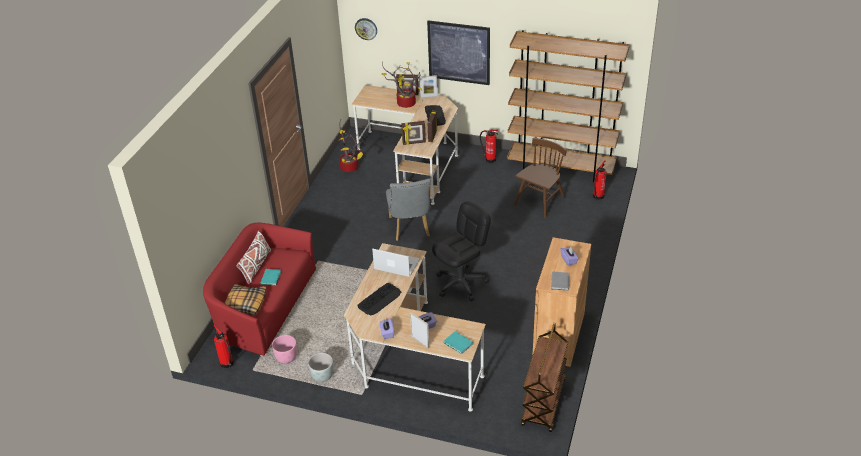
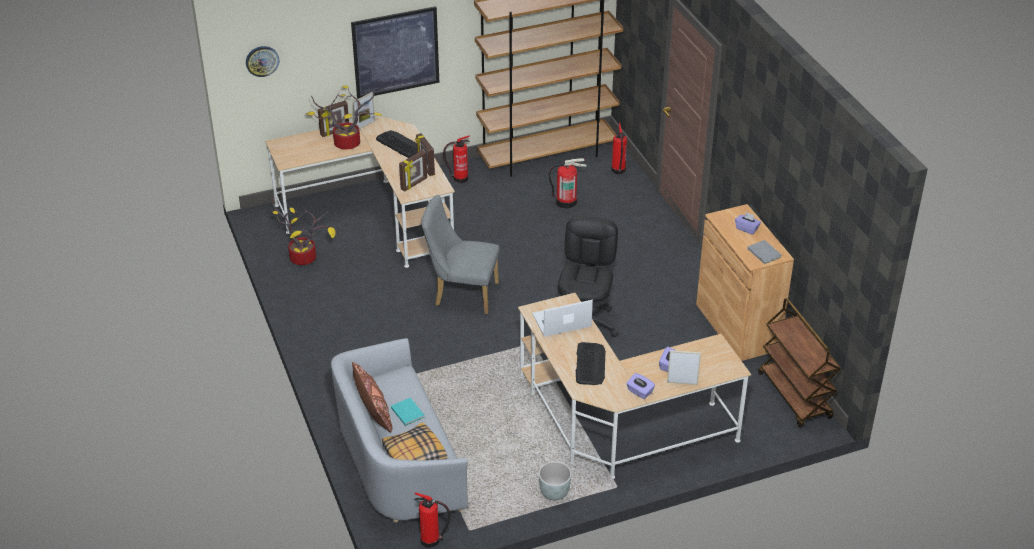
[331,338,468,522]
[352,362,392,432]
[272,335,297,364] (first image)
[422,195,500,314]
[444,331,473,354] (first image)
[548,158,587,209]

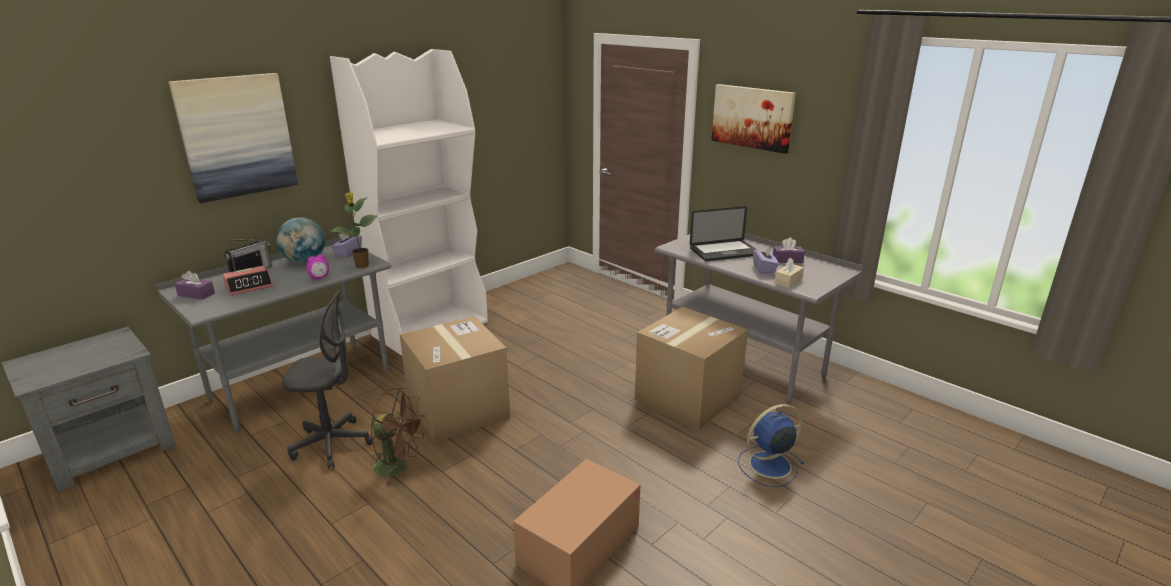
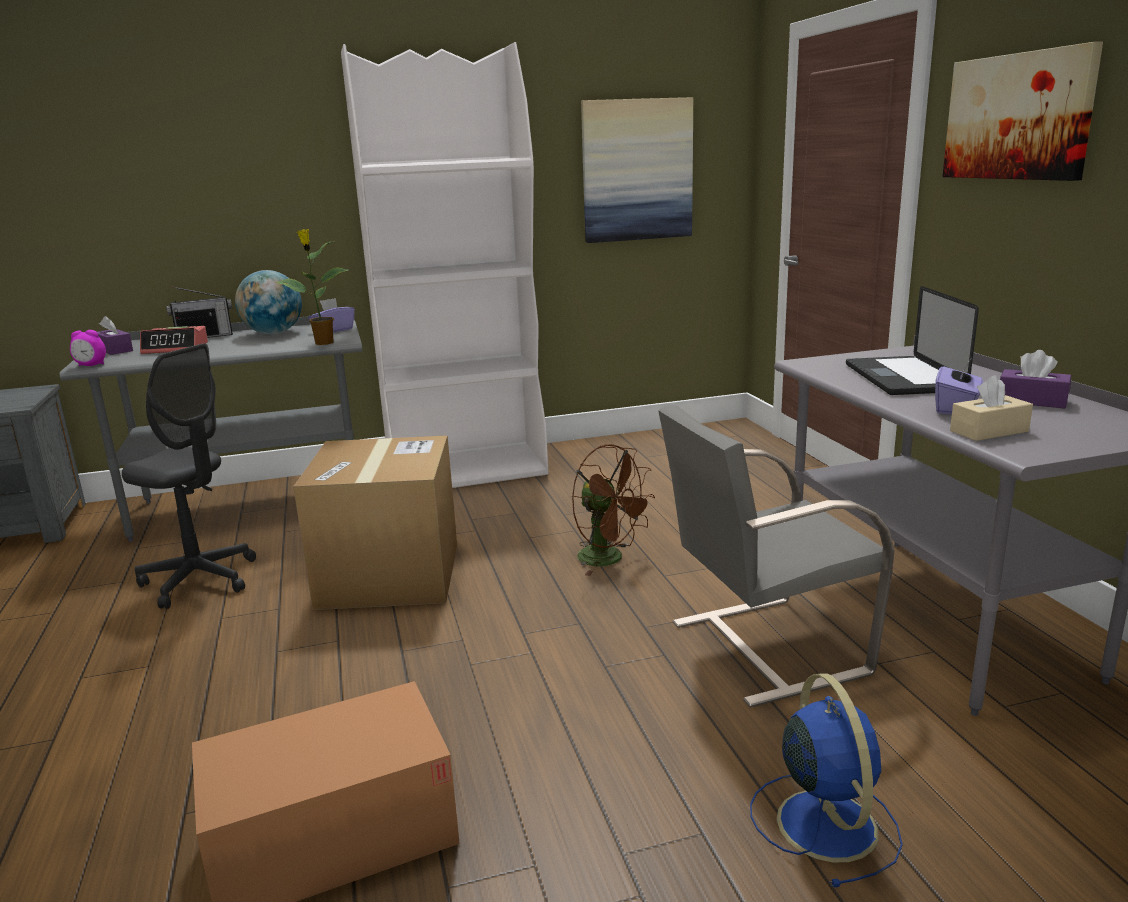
[581,97,693,243]
[70,330,106,366]
[572,444,655,576]
[658,405,895,708]
[846,286,979,395]
[750,673,903,888]

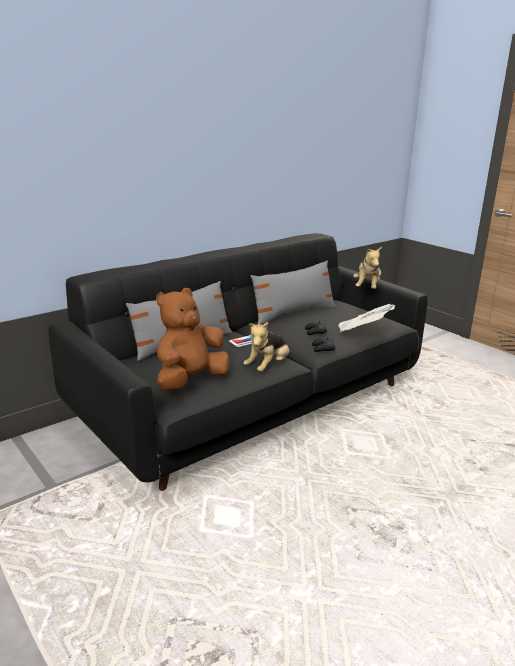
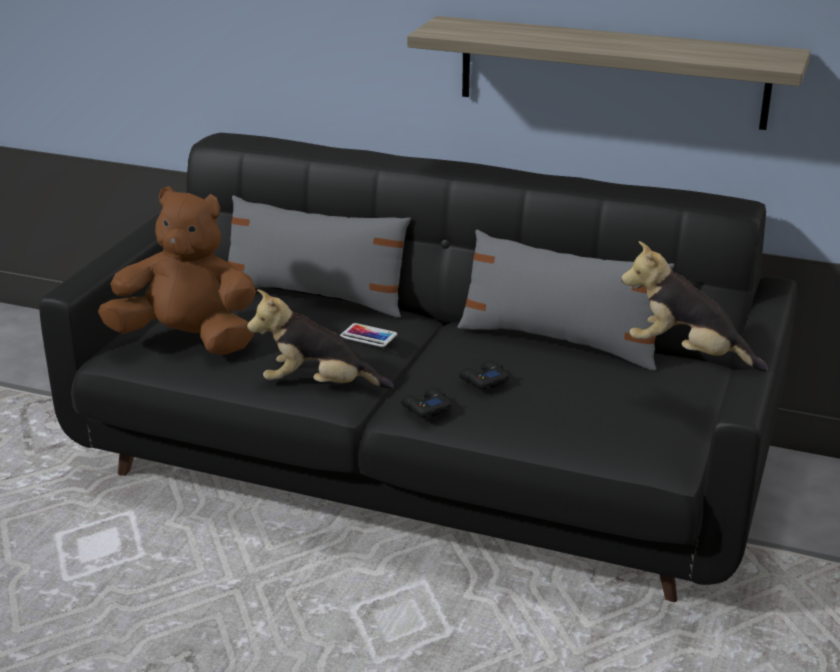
[339,304,395,332] (first image)
[621,241,768,372]
[407,16,811,130]

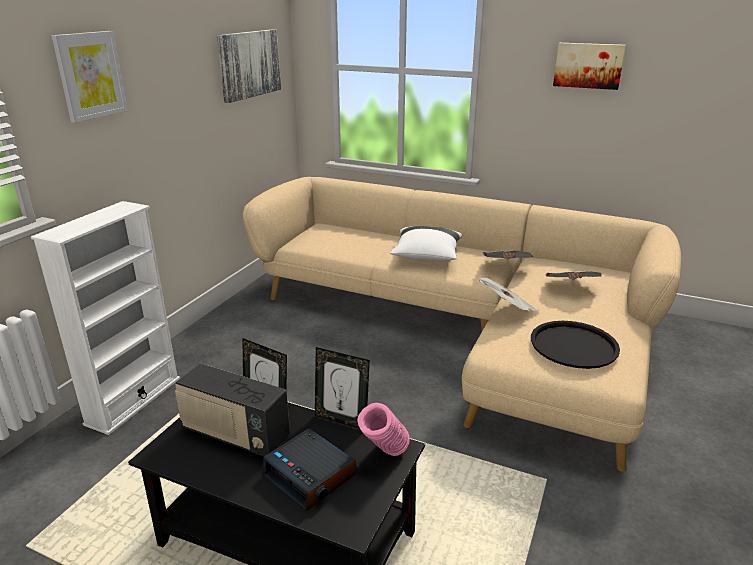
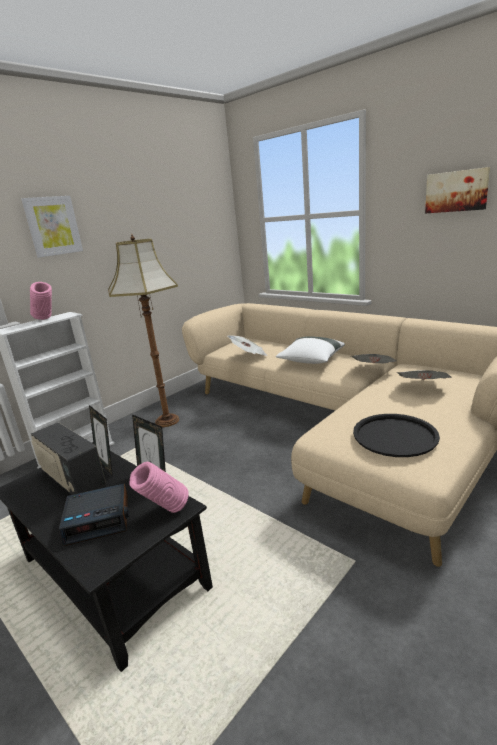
[217,29,281,103] (first image)
[59,483,129,546]
[227,335,268,356]
[30,282,52,320]
[108,234,179,427]

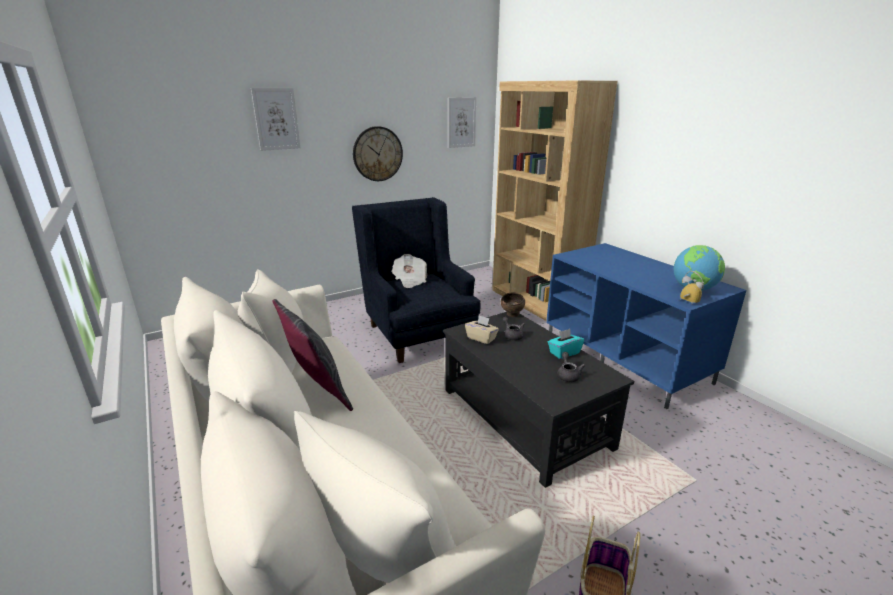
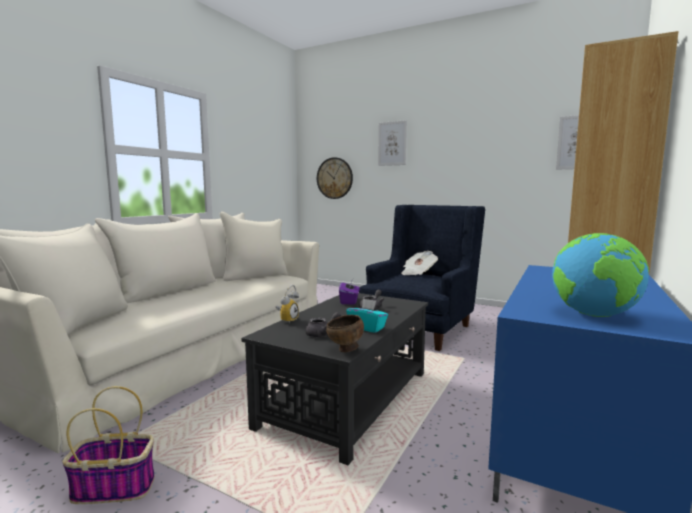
[272,299,353,411] (first image)
[317,157,353,199]
[339,279,360,305]
[326,315,364,352]
[275,285,299,323]

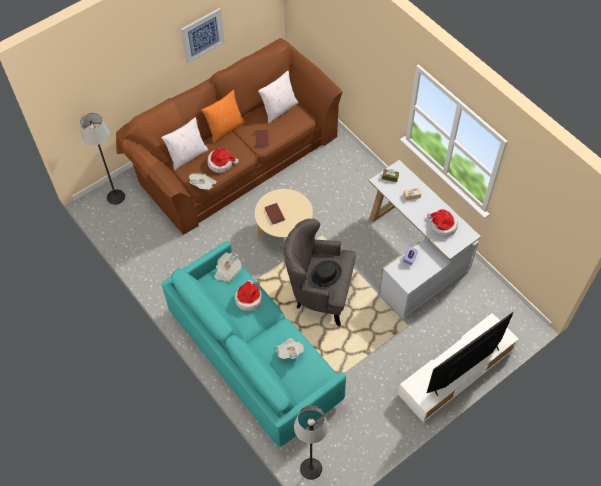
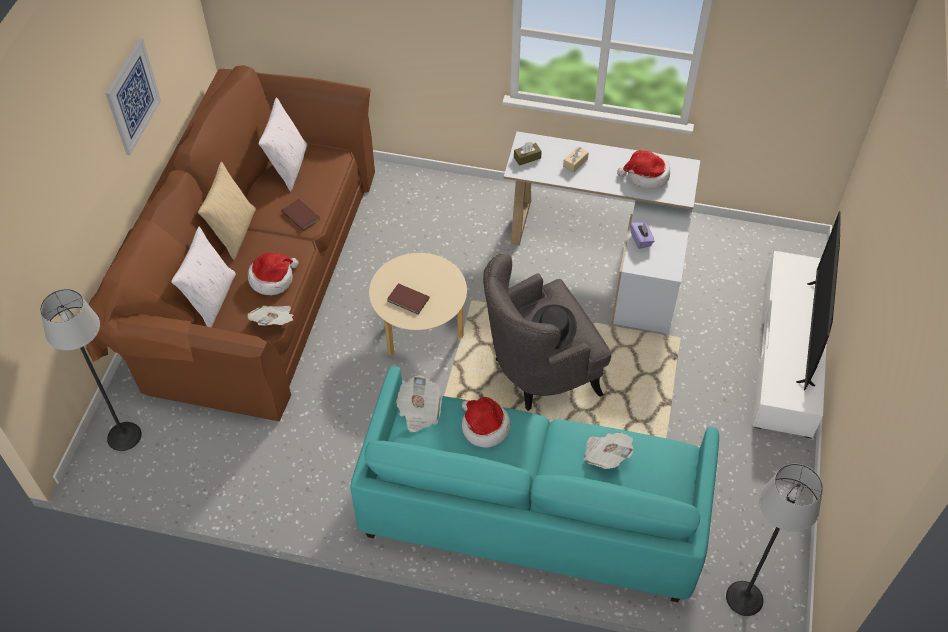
[198,162,256,260]

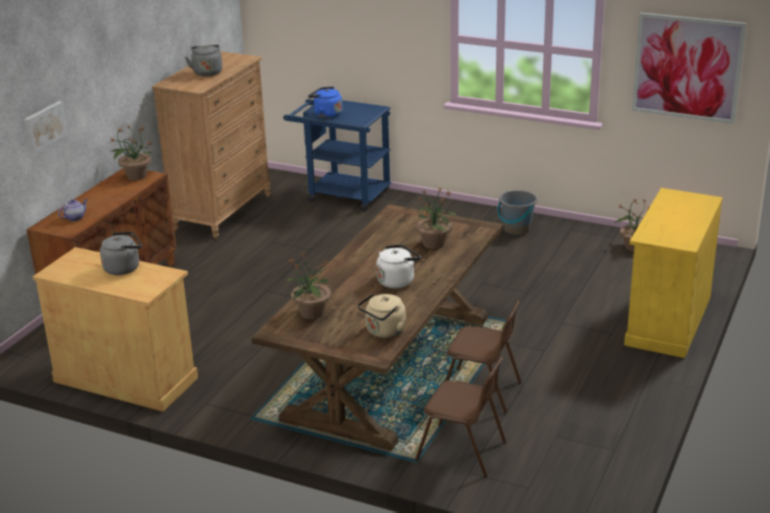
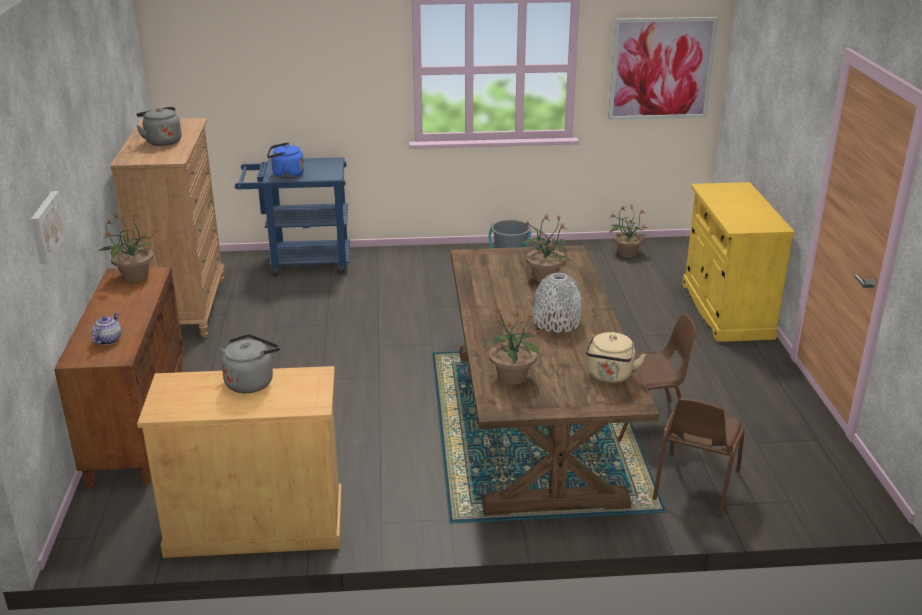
[533,273,582,333]
[653,398,745,518]

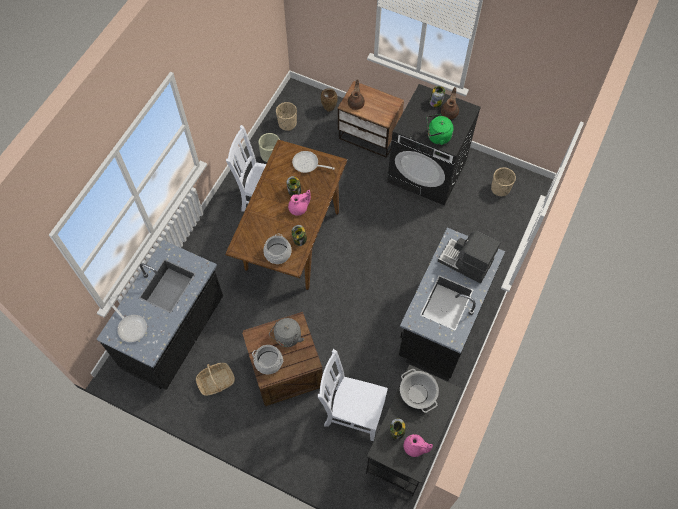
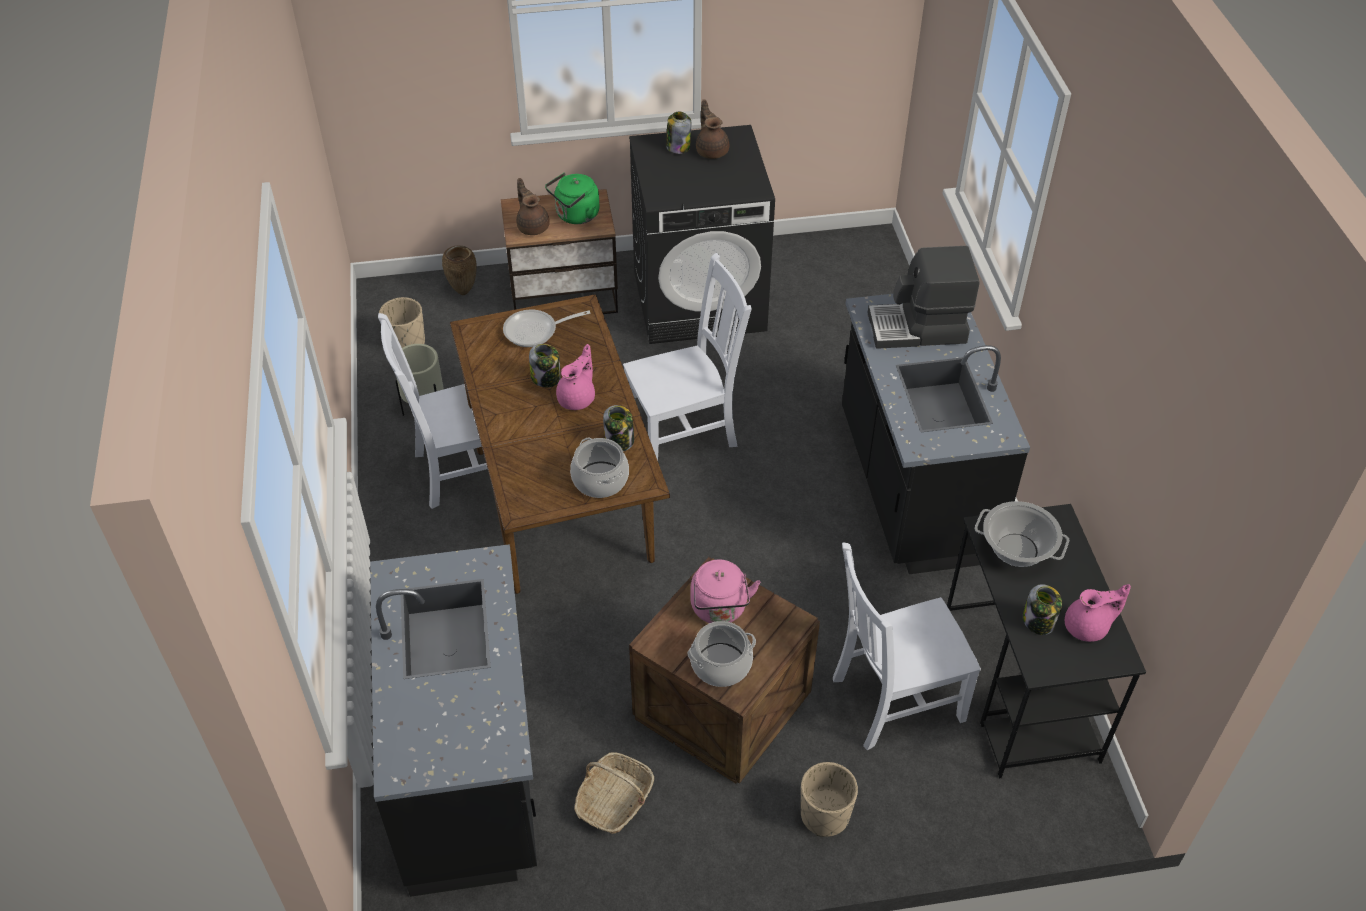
[110,303,147,342] (first image)
[691,560,760,623]
[545,173,600,224]
[801,762,858,837]
[623,253,751,460]

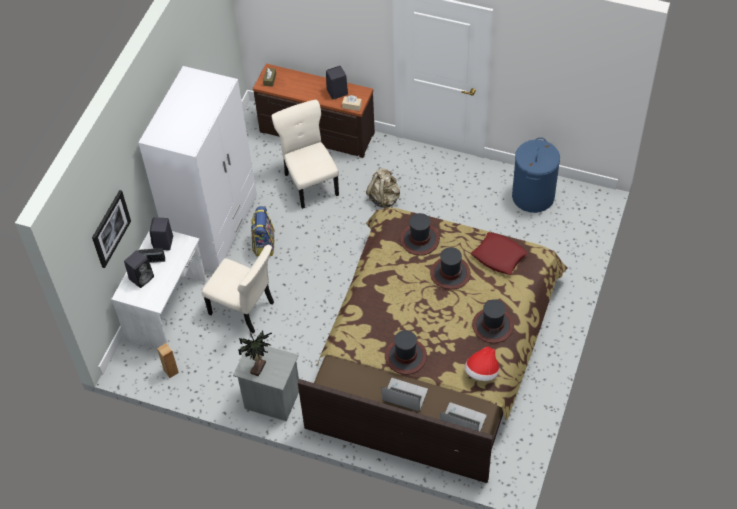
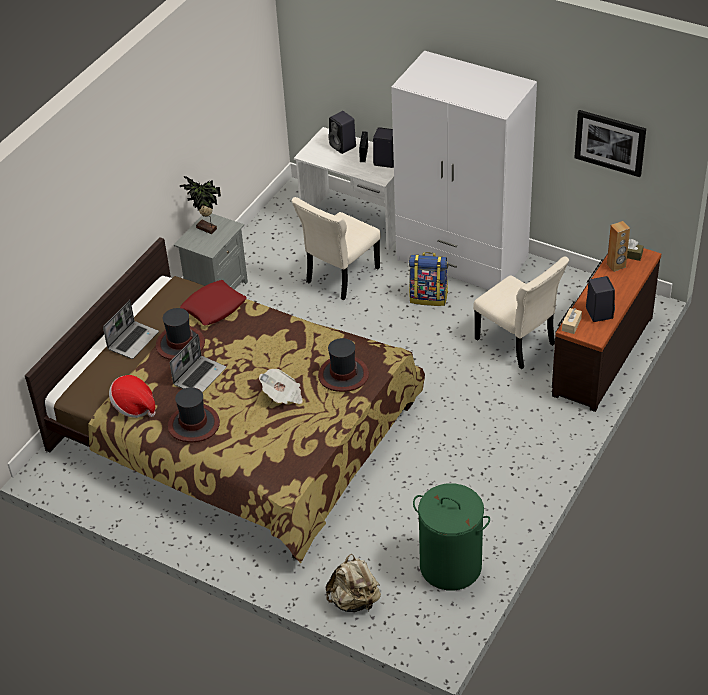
[574,110,646,177]
[607,221,630,272]
[473,256,569,369]
[325,554,381,612]
[259,369,303,404]
[170,334,226,393]
[180,280,246,326]
[413,483,490,590]

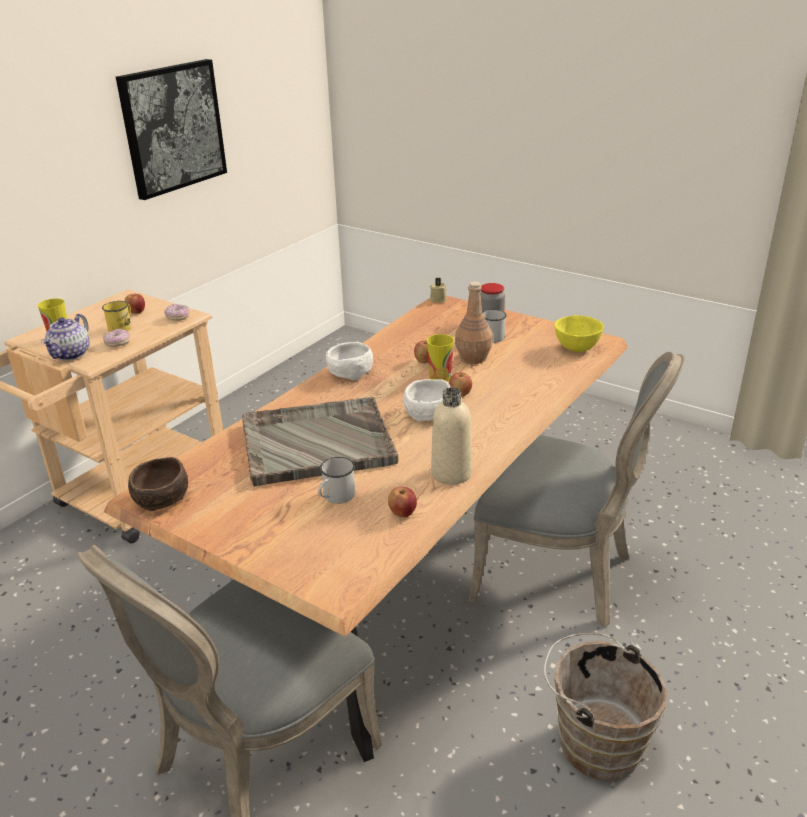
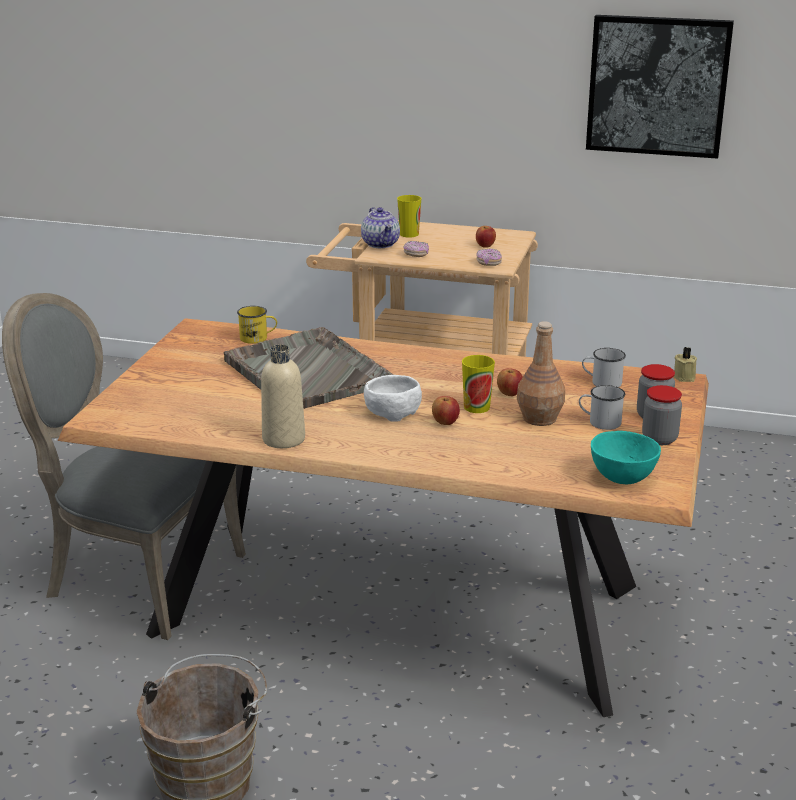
[361,207,400,248]
[237,306,277,344]
[128,457,188,511] (first image)
[582,348,626,387]
[326,342,373,381] (first image)
[388,487,417,517] (first image)
[469,352,685,627] (first image)
[591,431,661,484]
[642,385,682,445]

